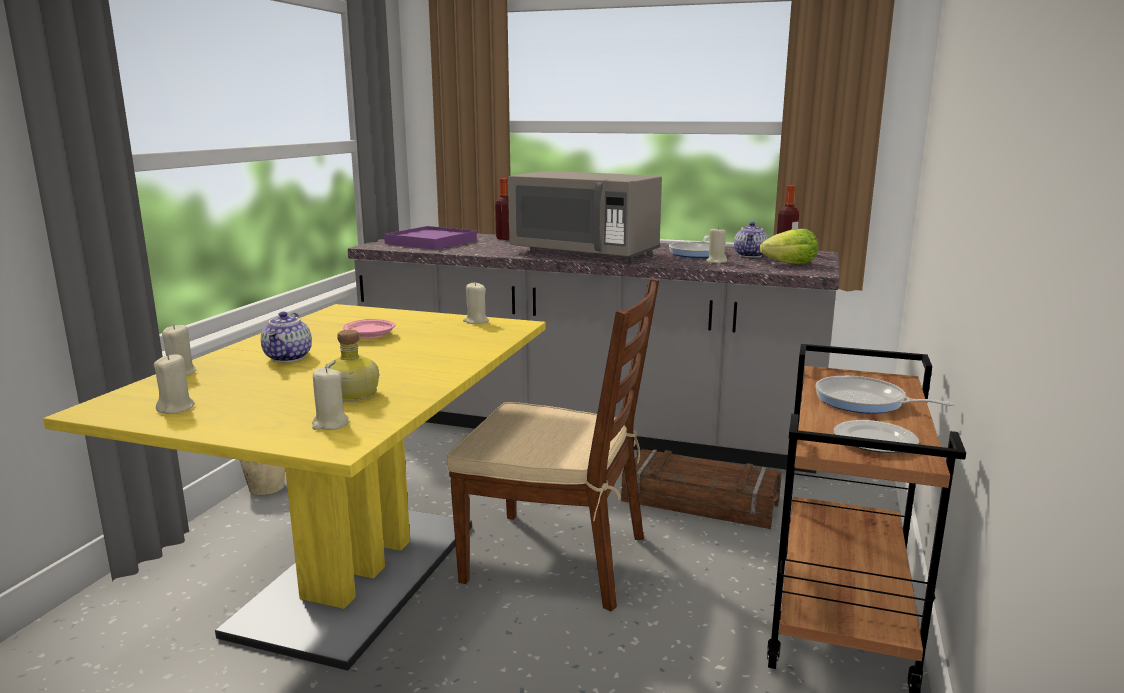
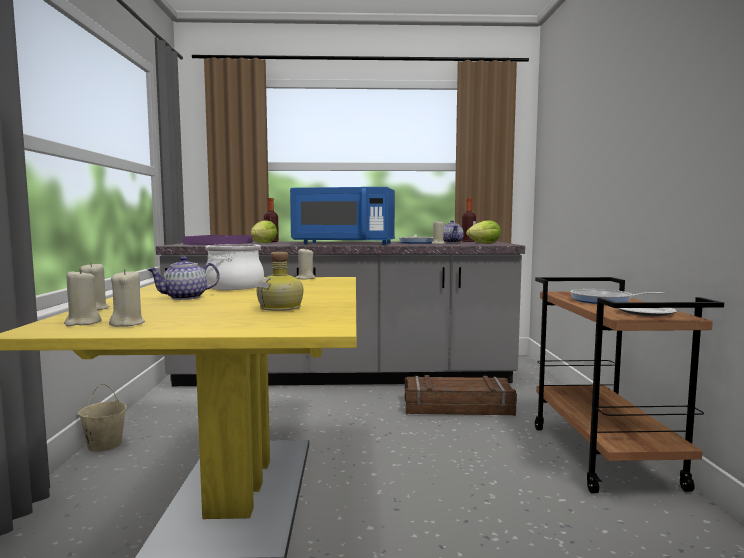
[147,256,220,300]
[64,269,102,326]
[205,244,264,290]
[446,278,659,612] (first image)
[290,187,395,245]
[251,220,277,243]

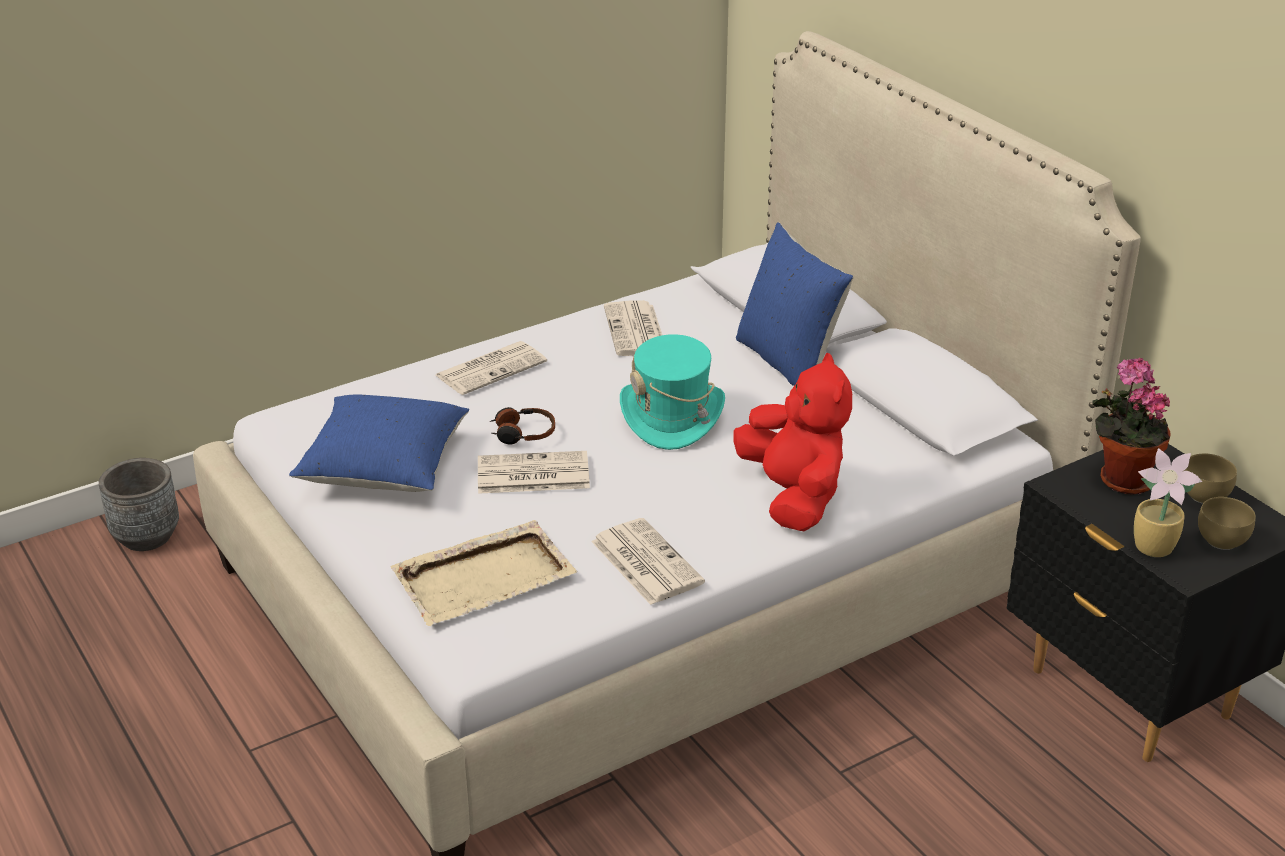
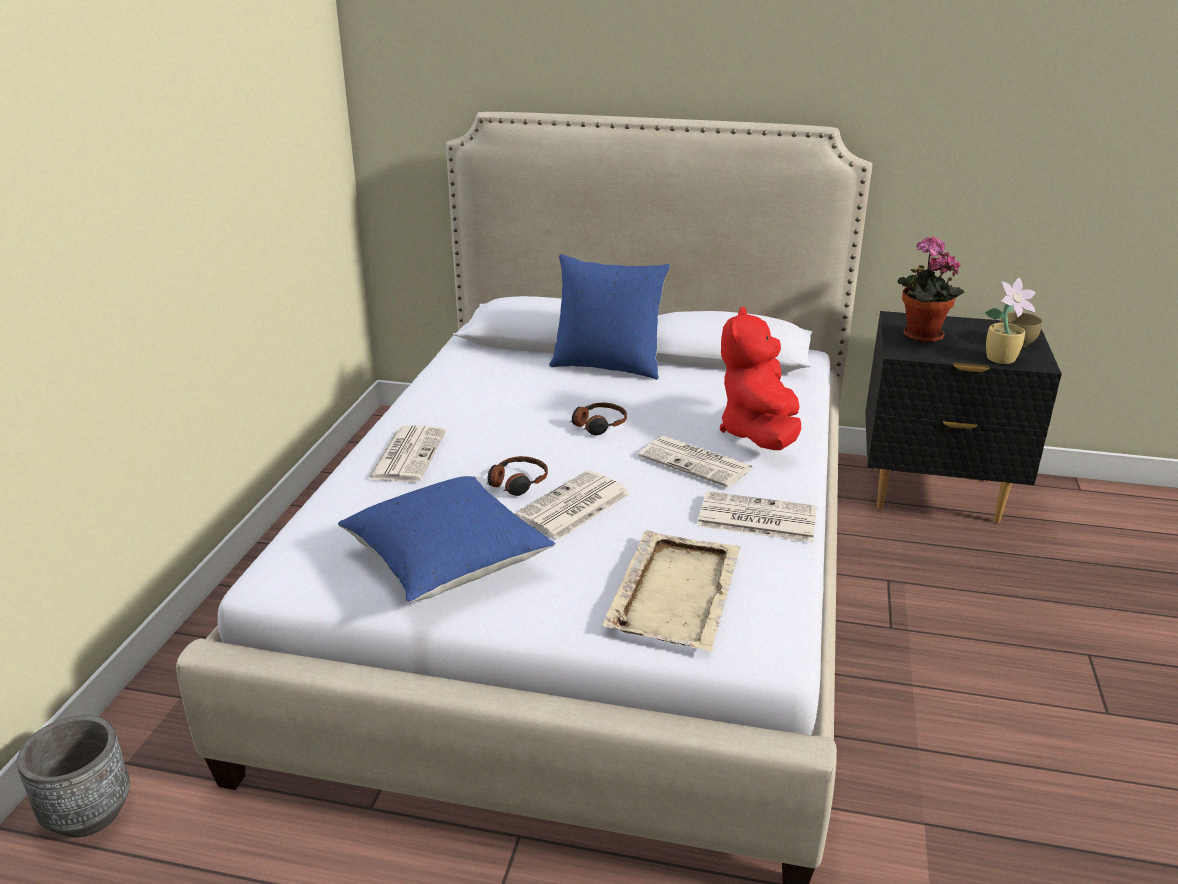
[638,436,753,487]
[570,403,627,435]
[720,307,801,450]
[1184,454,1237,504] (first image)

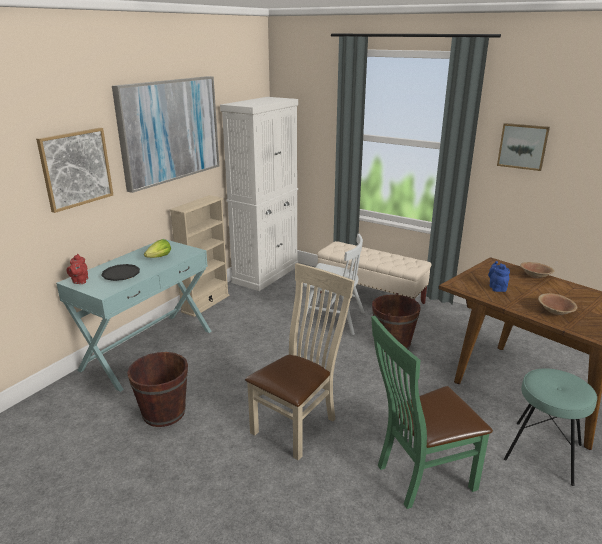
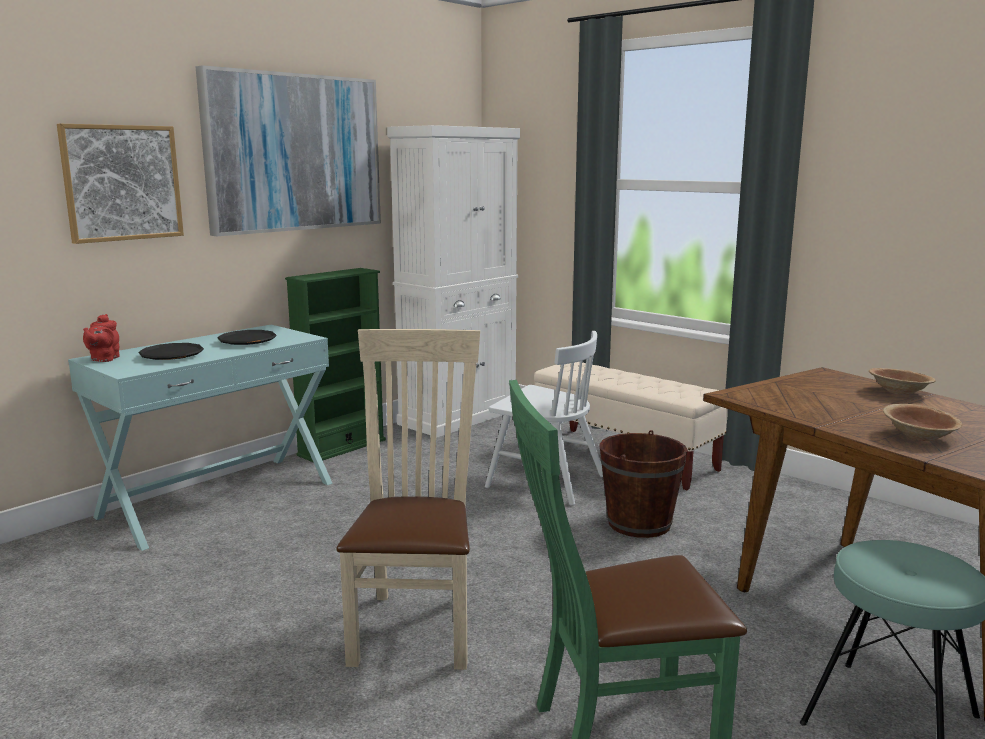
[127,352,188,427] (first image)
[218,330,277,345]
[285,268,386,463]
[336,329,480,670]
[488,261,510,292] (first image)
[497,123,550,171] (first image)

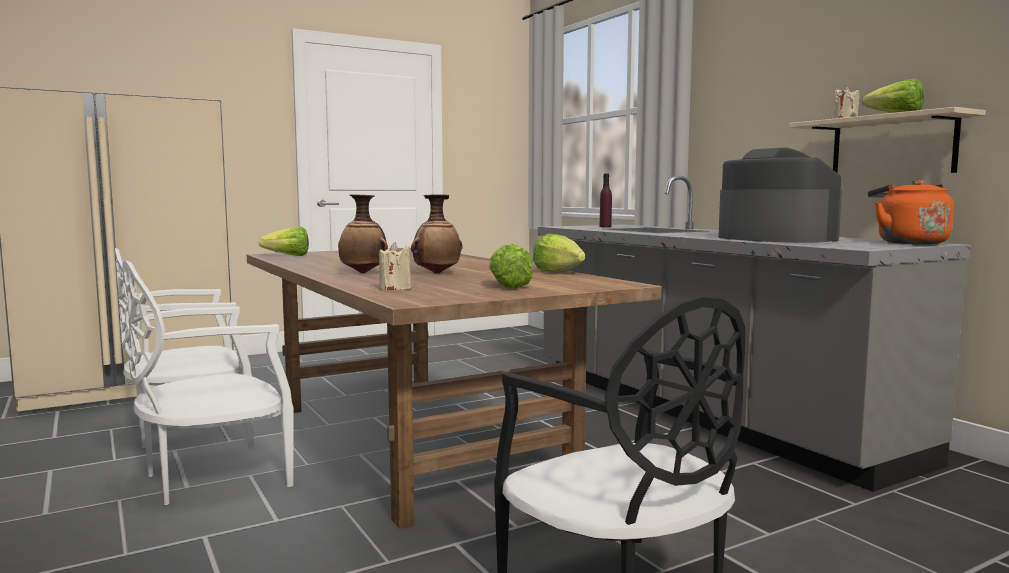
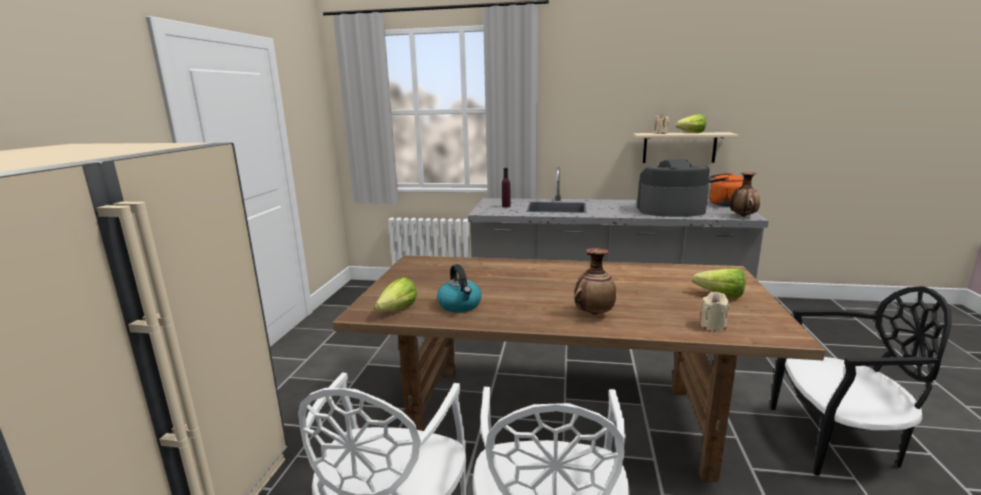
[730,172,760,217]
[533,234,585,272] (first image)
[437,264,481,312]

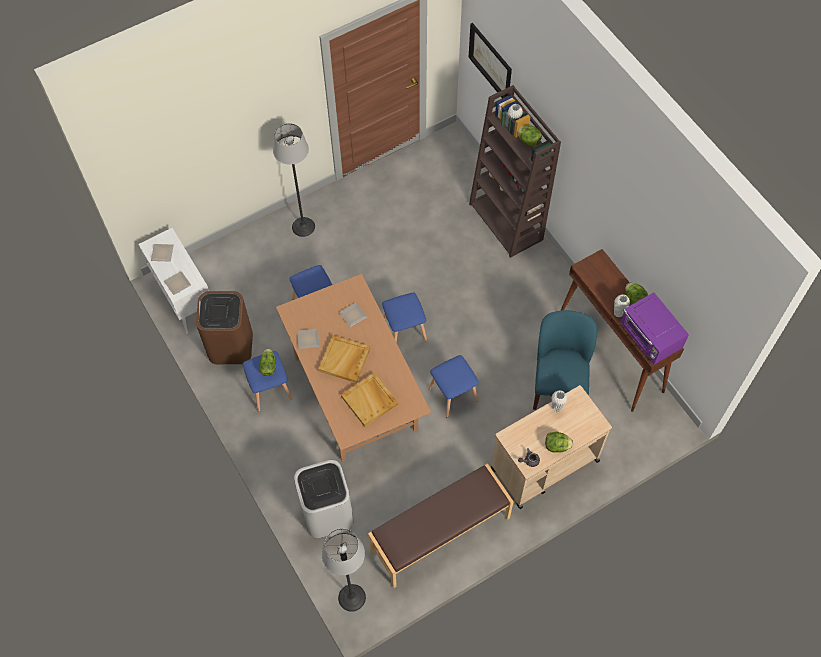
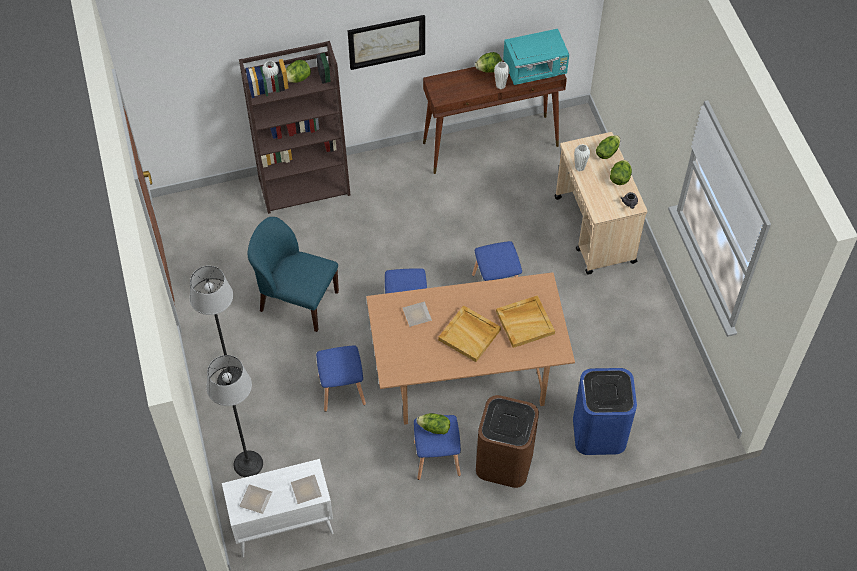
[476,395,539,488]
[573,368,637,455]
[297,328,320,349] (first image)
[206,355,263,477]
[368,464,514,588] (first image)
[348,15,425,70]
[247,217,339,332]
[503,29,569,85]
[596,135,620,159]

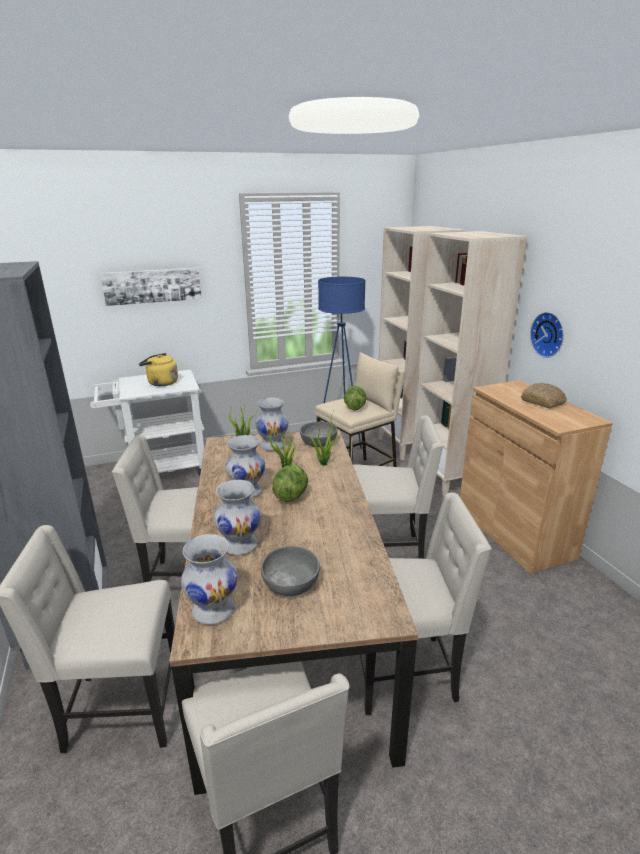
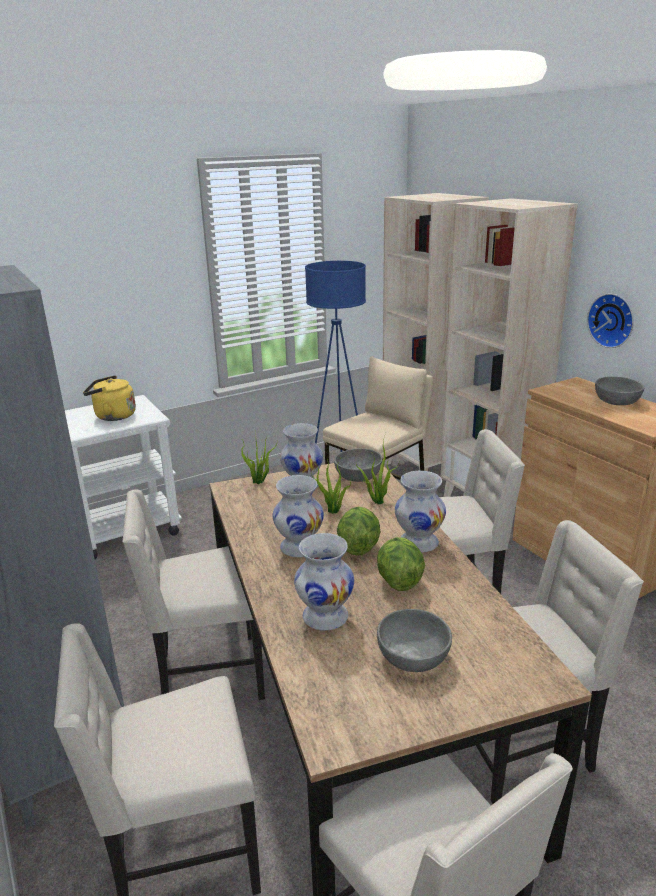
[100,268,202,306] (first image)
[395,471,446,553]
[377,537,425,591]
[595,377,644,405]

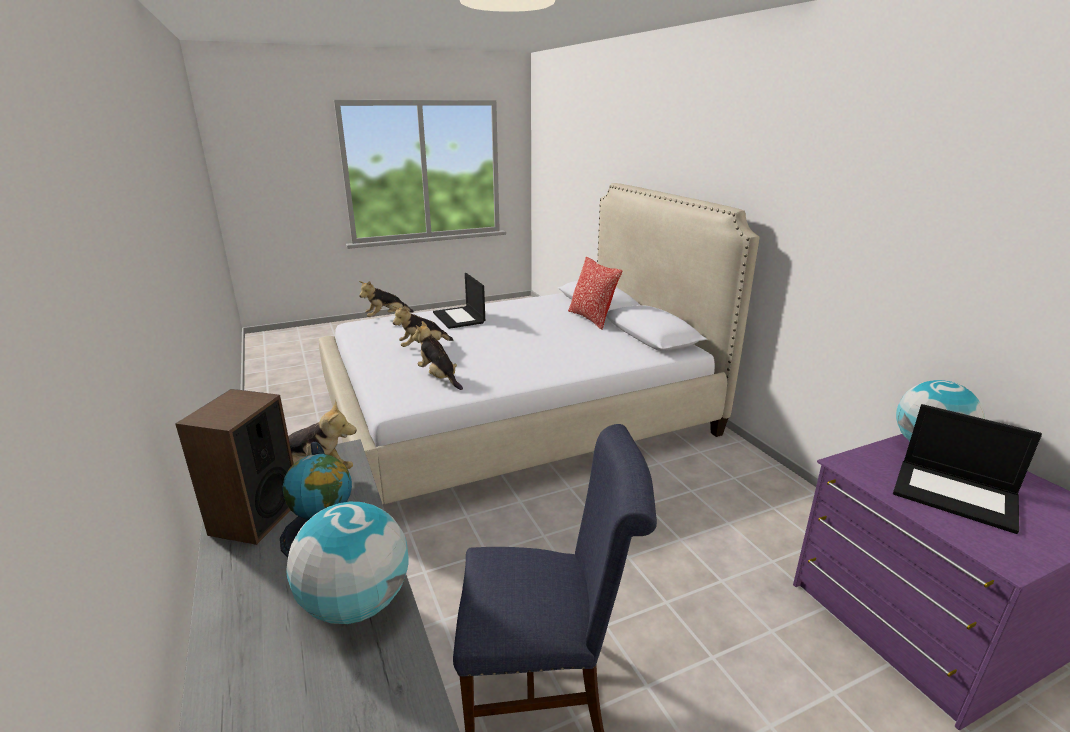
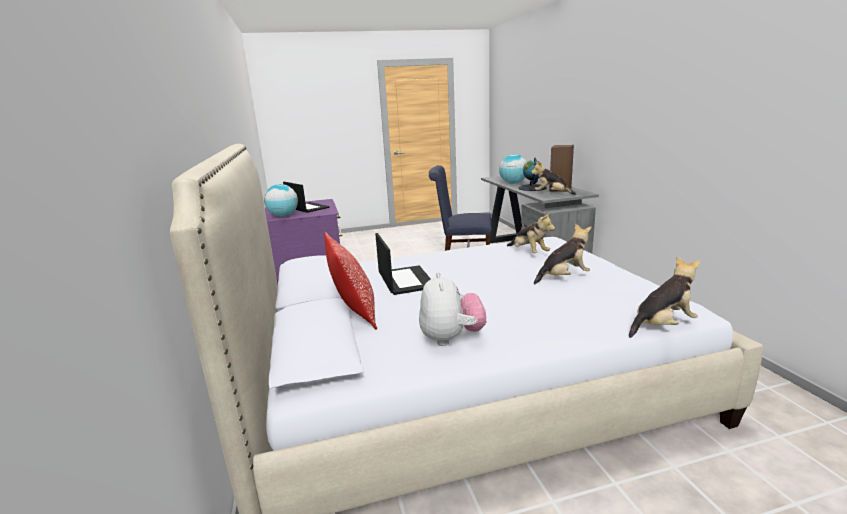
[375,233,431,295]
[419,272,486,346]

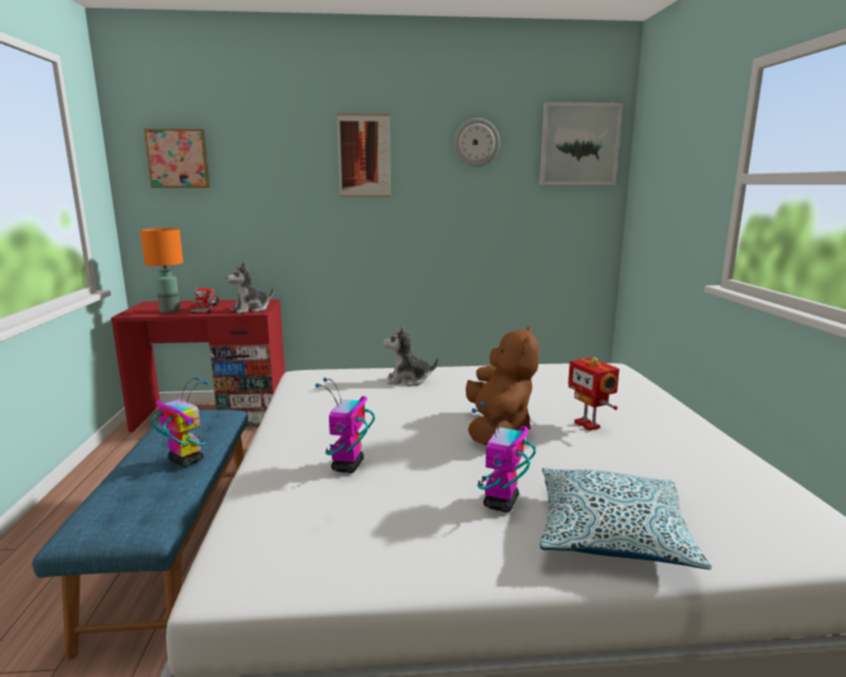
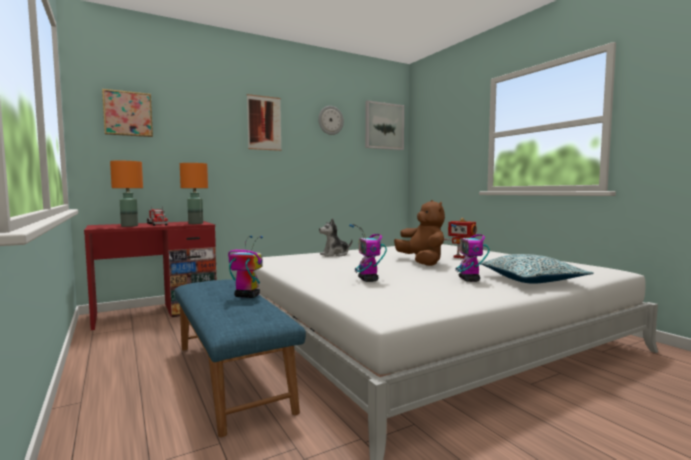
[180,163,208,224]

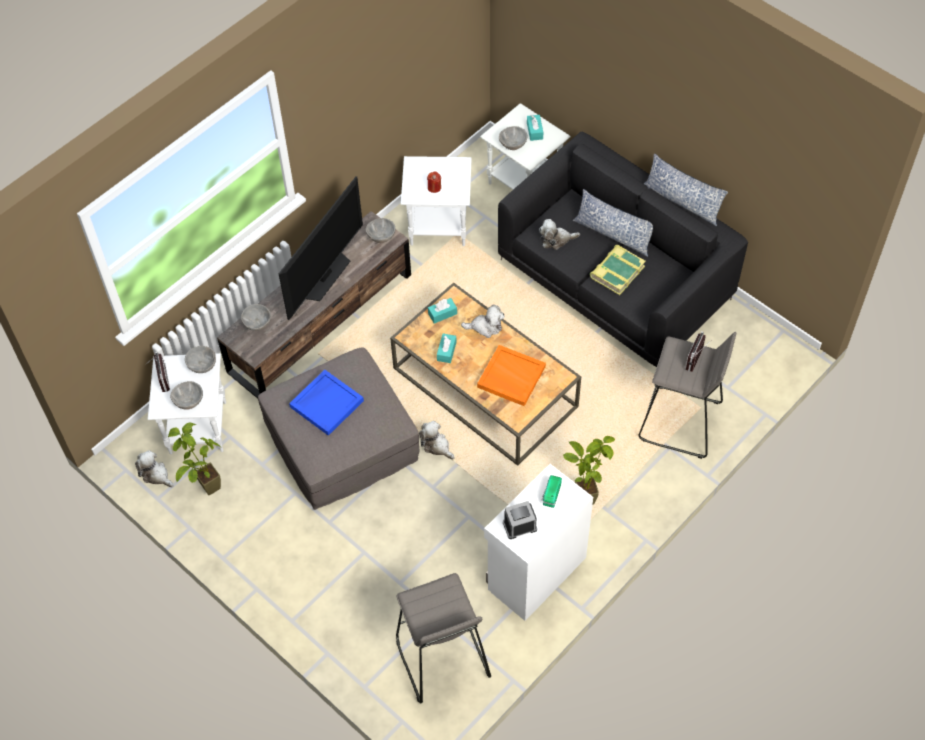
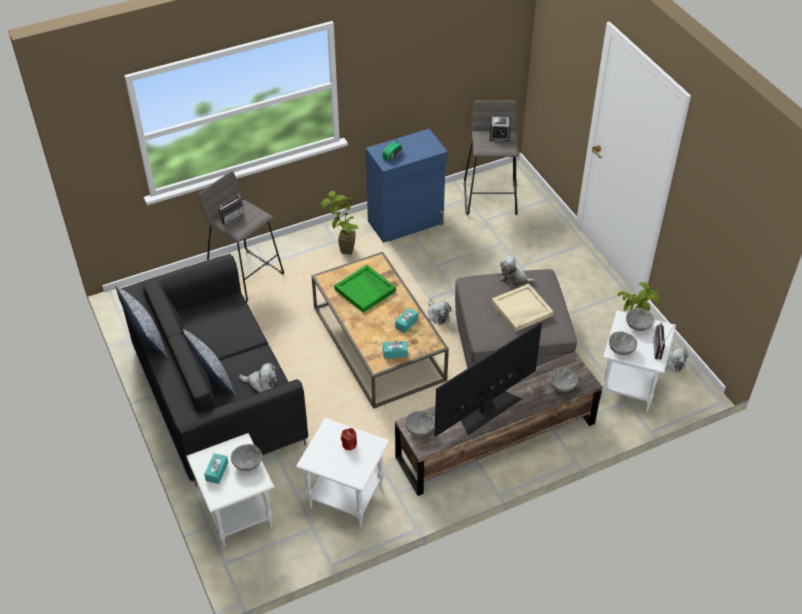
[491,284,554,332]
[500,256,536,286]
[334,265,396,313]
[366,129,448,243]
[489,117,510,141]
[590,245,646,295] (first image)

